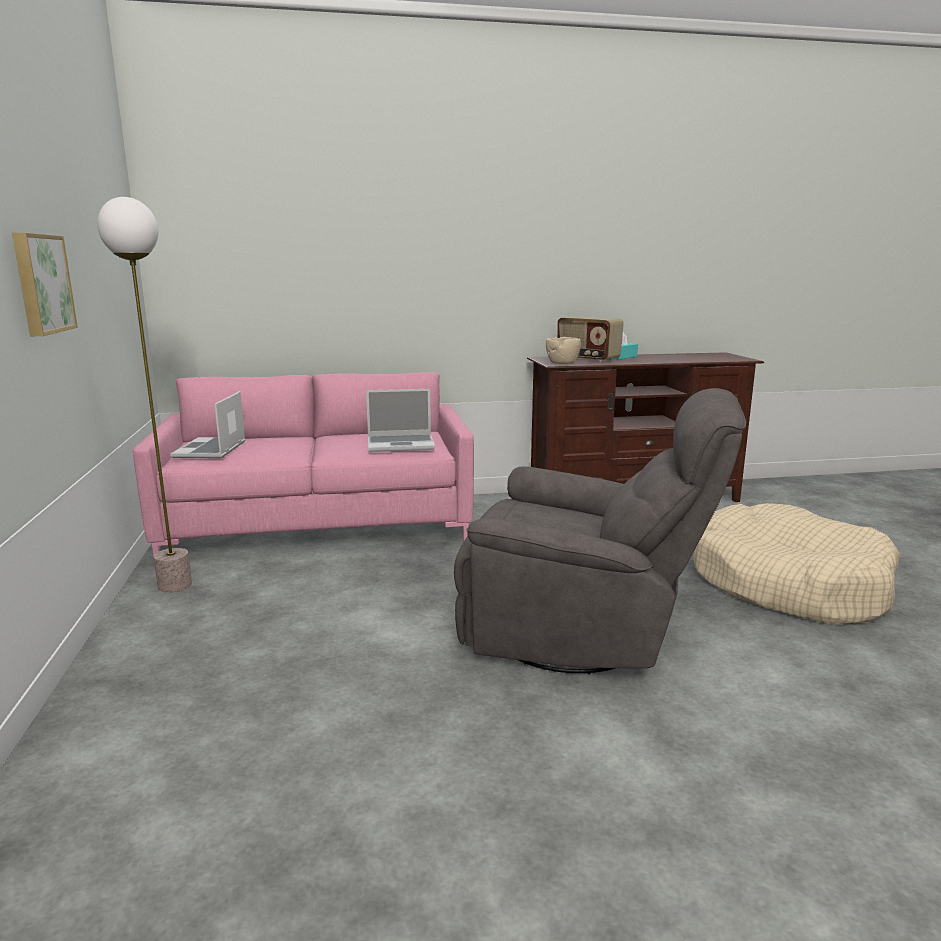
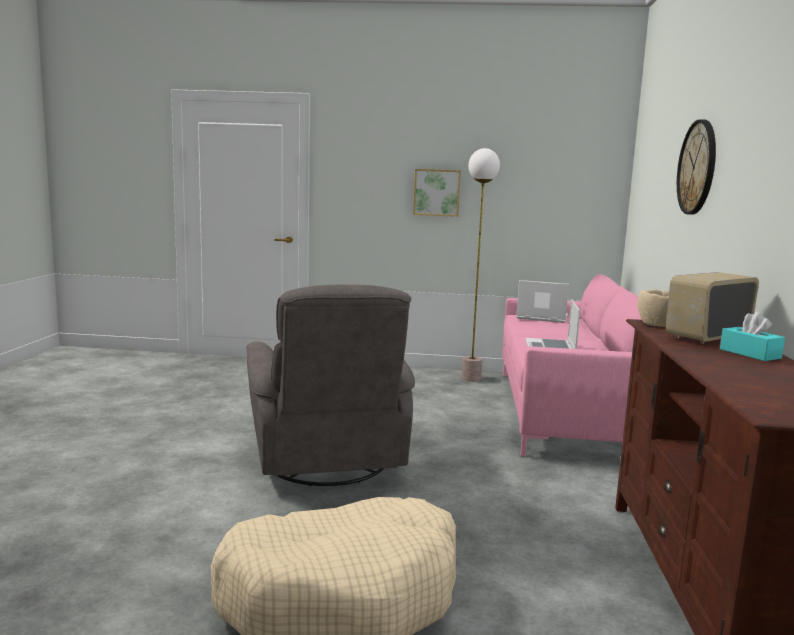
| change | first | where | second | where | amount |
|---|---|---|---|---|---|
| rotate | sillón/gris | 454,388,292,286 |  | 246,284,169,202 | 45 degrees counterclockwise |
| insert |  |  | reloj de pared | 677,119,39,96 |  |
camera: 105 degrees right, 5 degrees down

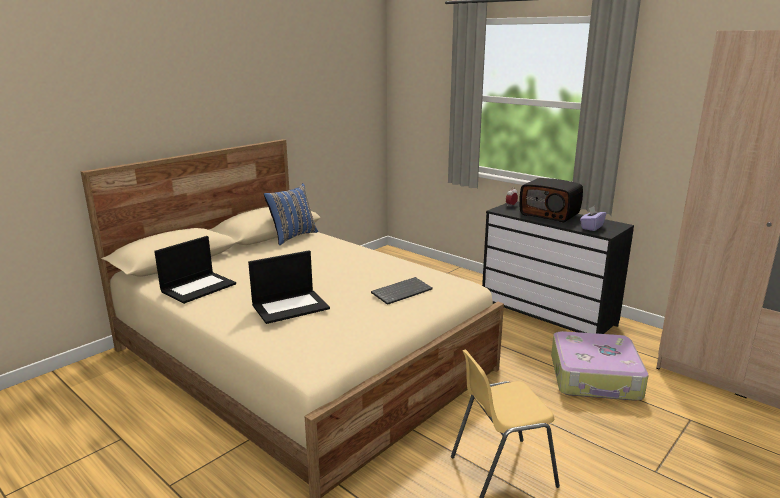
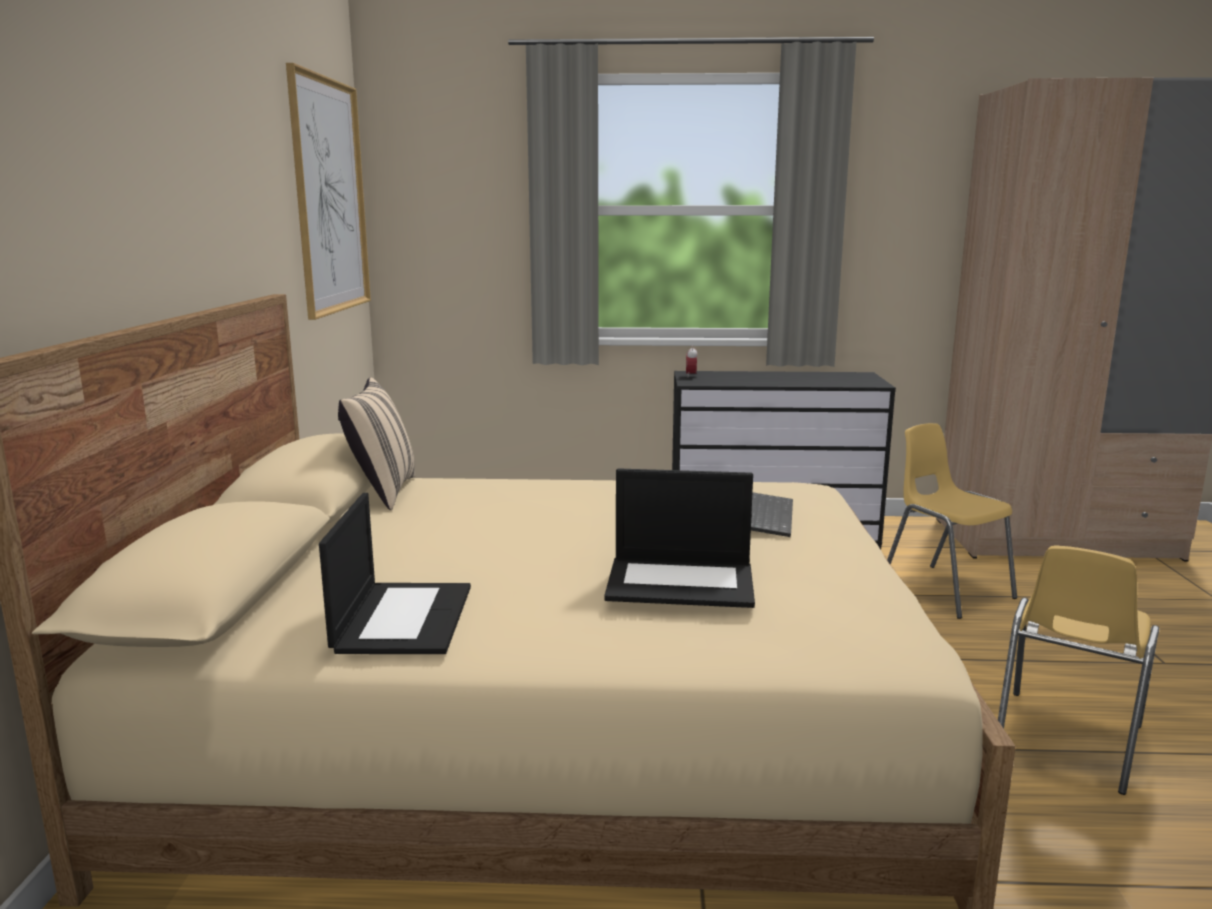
| change | first | where | second | where | amount |
|---|---|---|---|---|---|
| rotate | portátil | 248,250,82,74 |  | 604,468,151,140 | 75 degrees clockwise |
| recolor | cojín/azul | 264,183,54,62 | cojín/beis | 338,377,77,133 |  |
| delete | radio | 519,178,64,44 |  |  |  |
| replace | maleta | 551,331,97,70 | silla/amarillo | 887,423,130,196 |  |
| delete | caja de pañuelos/morado | 580,206,26,25 |  |  |  |
| insert |  |  | cuadro | 286,63,85,257 |  |
camera: 40 degrees left, 5 degrees down

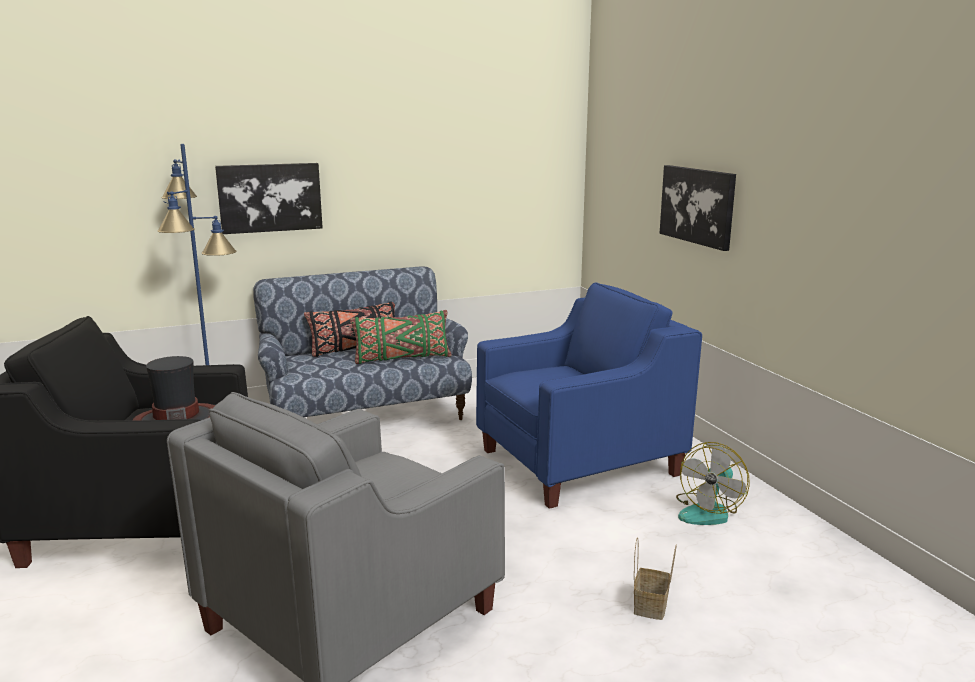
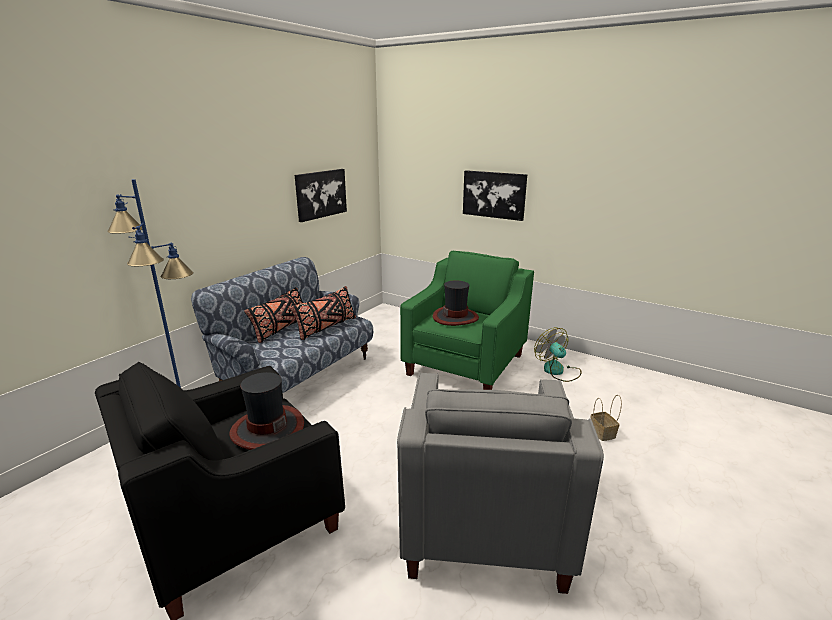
| change | first | where | second | where | amount |
|---|---|---|---|---|---|
| move | cuadro | 215,163,108,71 |  | 295,169,52,53 |  |
| recolor | cojín/verde | 350,310,102,54 | cojín/negro | 289,286,67,54 |  |
| recolor | sillón/azul | 476,283,226,226 | sillón/verde | 400,251,134,139 |  |
| rotate | ventilador | 676,442,74,83 |  | 534,328,48,54 | 150 degrees clockwise |
| insert |  |  | sombrero | 433,280,46,46 |  |
camera: 35 degrees left, 5 degrees up

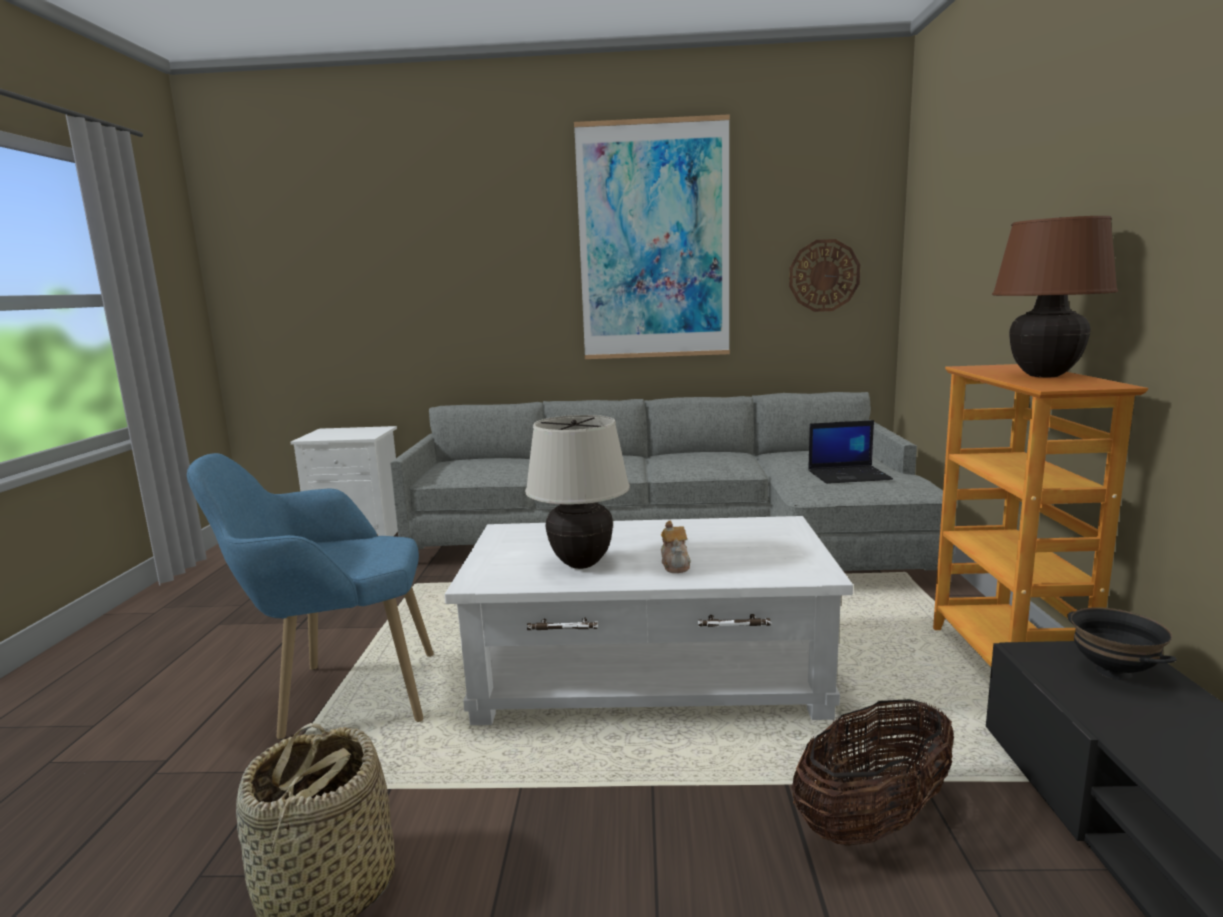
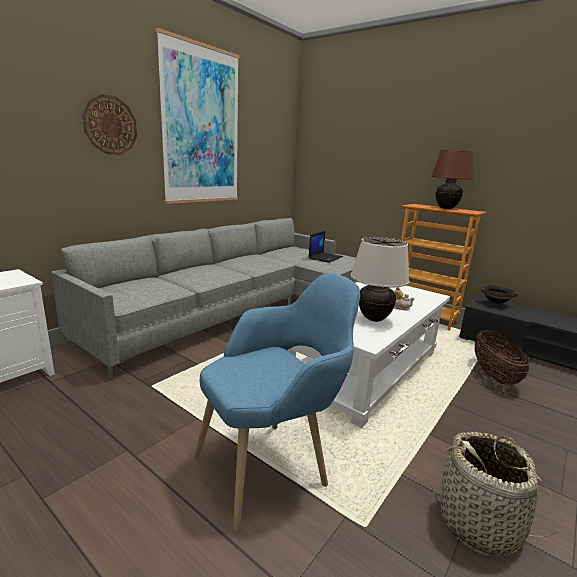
| change | first | where | second | where | amount |
|---|---|---|---|---|---|
| rotate | sillón/azul | 187,453,247,287 |  | 194,273,166,259 | 150 degrees counterclockwise |
| move | reloj de pared | 789,239,71,73 |  | 82,94,55,61 |  |
camera: 55 degrees left, 5 degrees up

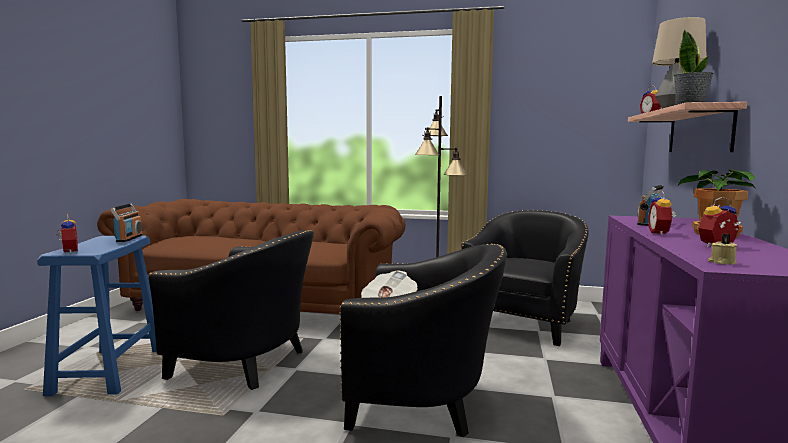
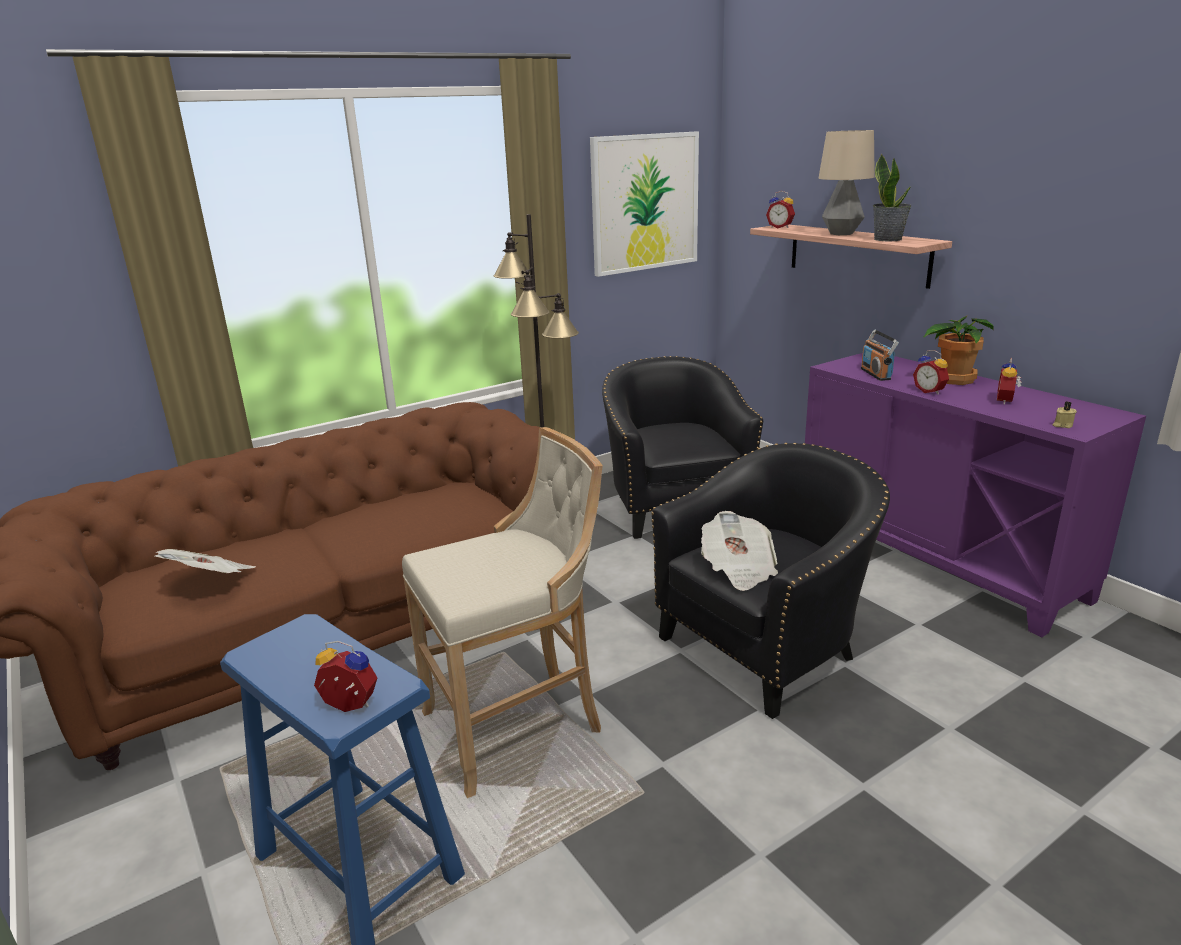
| change | first | where | second | where | amount |
|---|---|---|---|---|---|
| delete | radio | 110,204,33,38 |  |  |  |
| replace | sillón/negro | 148,230,166,160 | taburete/beis | 402,427,201,371 |  |
| insert |  |  | periódico | 155,549,101,24 |  |
| insert |  |  | cuadro | 590,131,109,146 |  |
camera: 45 degrees left, 15 degrees up

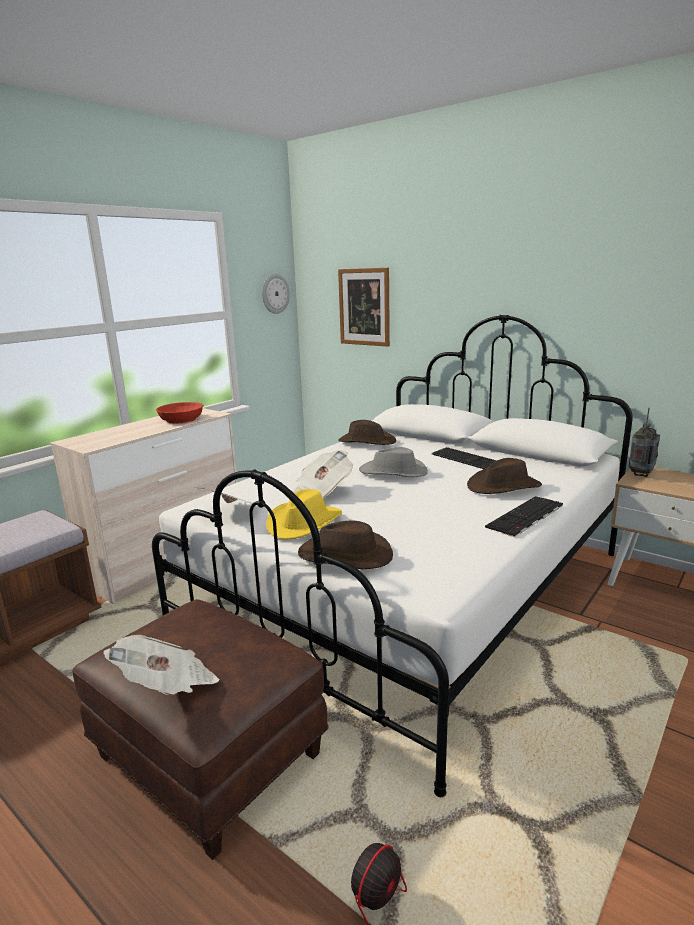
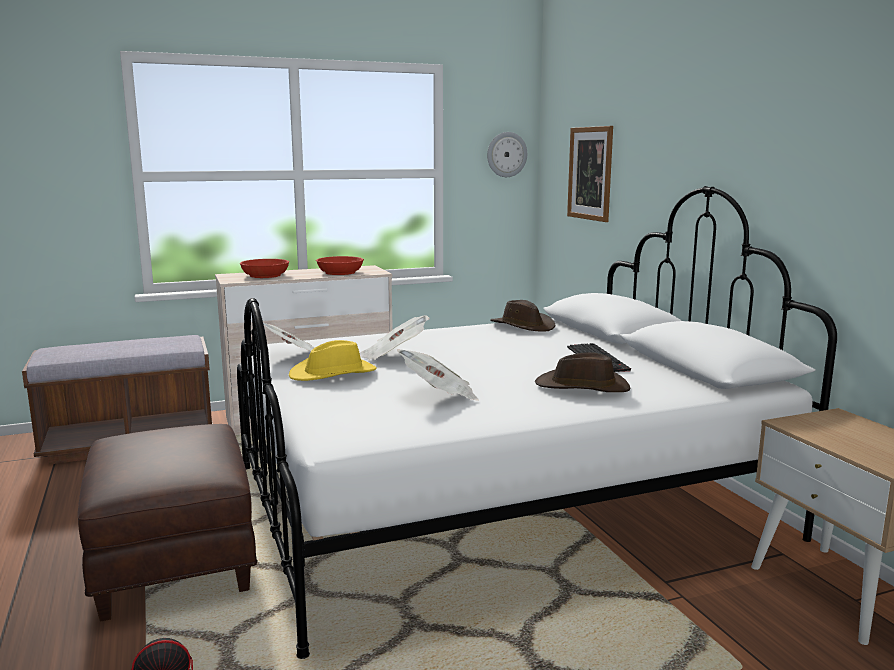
| change | first | where | second | where | amount |
|---|---|---|---|---|---|
| move | periódico | 103,635,116,60 |  | 397,349,83,52 |  |
| delete | sombrero/marrón | 298,521,95,48 |  |  |  |
| delete | sombrero/gris | 359,447,69,30 |  |  |  |
| delete | teclado | 485,496,78,41 |  |  |  |
| delete | radio | 629,408,31,69 |  |  |  |
| insert |  |  | cuenco/rojo | 239,259,51,19 |  |
camera: 30 degrees right, 5 degrees down

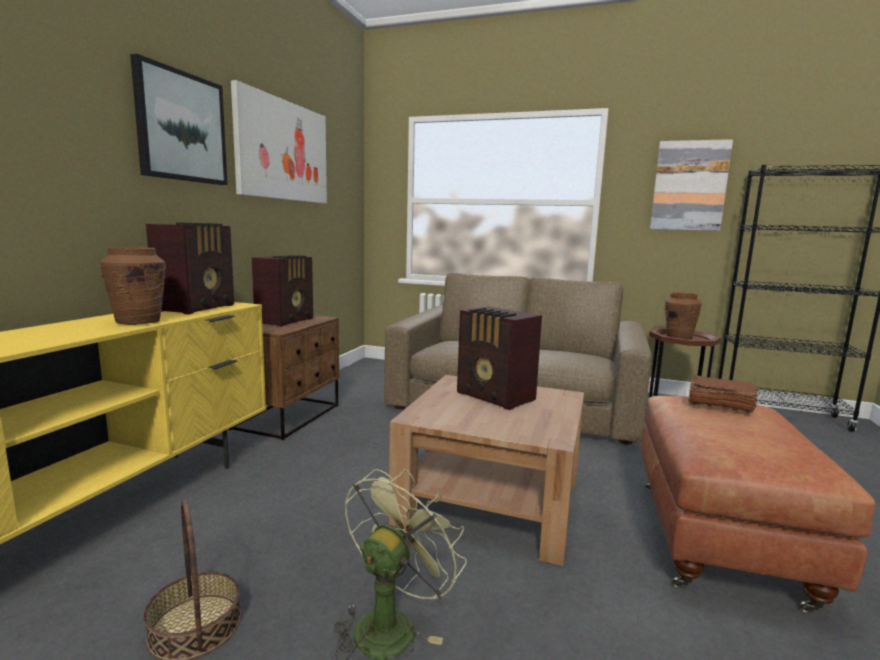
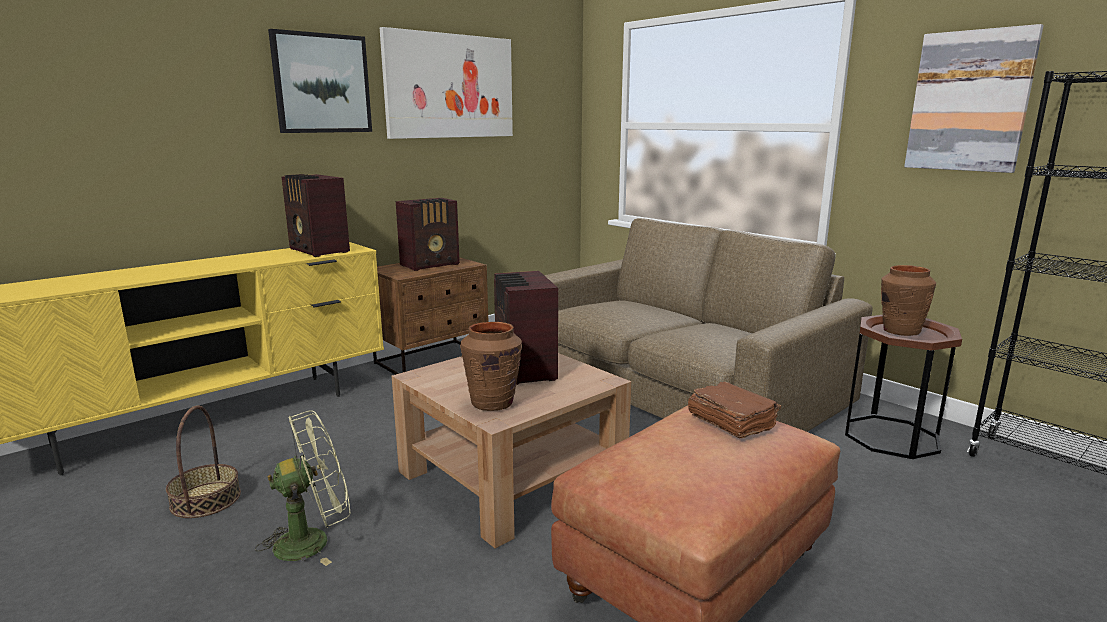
| change | first | where | second | where | amount |
|---|---|---|---|---|---|
| move | florero/marrón | 99,247,67,78 |  | 460,322,62,89 |  |
| rotate | radio | 146,222,88,92 |  | 281,174,69,83 | 90 degrees clockwise |
camera: 30 degrees right, 5 degrees up

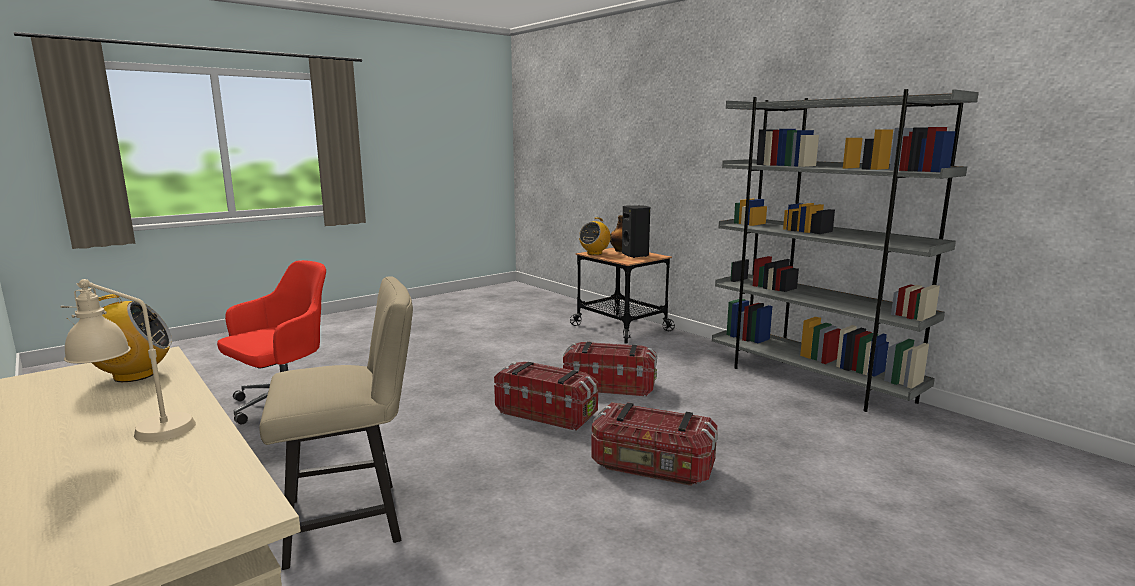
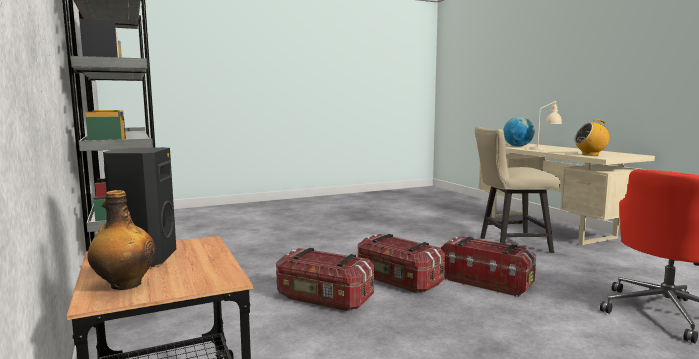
| change | first | where | second | where | amount |
|---|---|---|---|---|---|
| delete | radio | 579,217,32,38 |  |  |  |
| move | caja de almacenaje | 591,402,127,84 |  | 441,237,95,60 |  |
| insert |  |  | globo terráqueo | 503,117,32,30 |  |
camera: 165 degrees left, 5 degrees down

